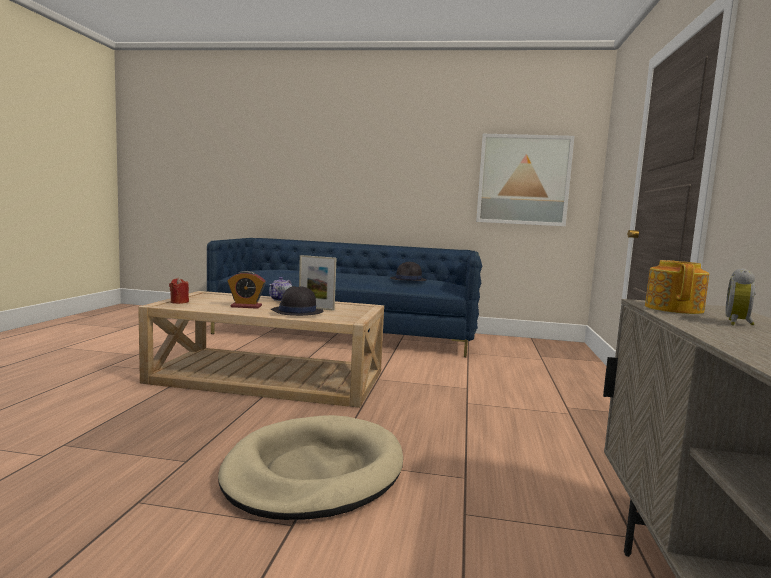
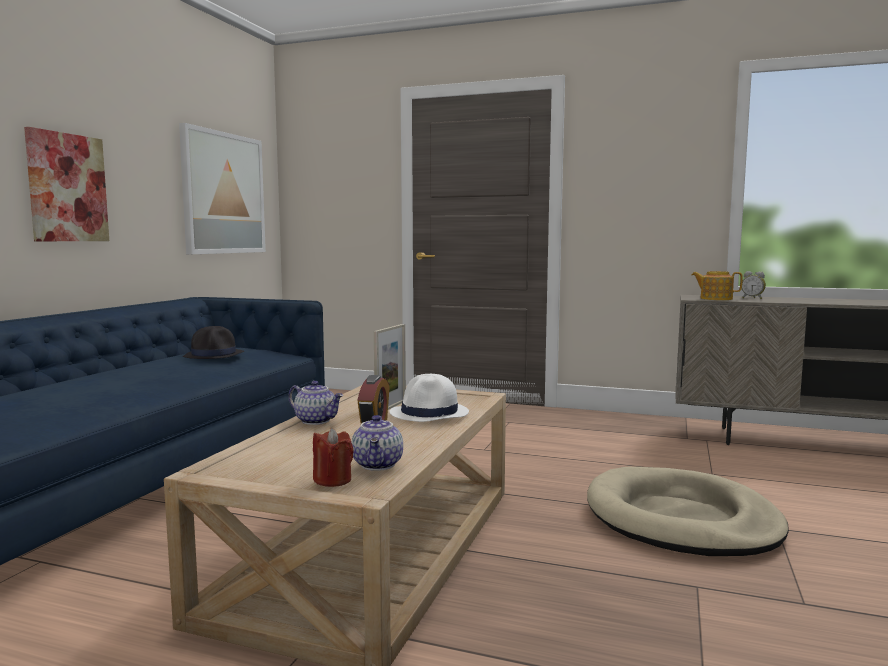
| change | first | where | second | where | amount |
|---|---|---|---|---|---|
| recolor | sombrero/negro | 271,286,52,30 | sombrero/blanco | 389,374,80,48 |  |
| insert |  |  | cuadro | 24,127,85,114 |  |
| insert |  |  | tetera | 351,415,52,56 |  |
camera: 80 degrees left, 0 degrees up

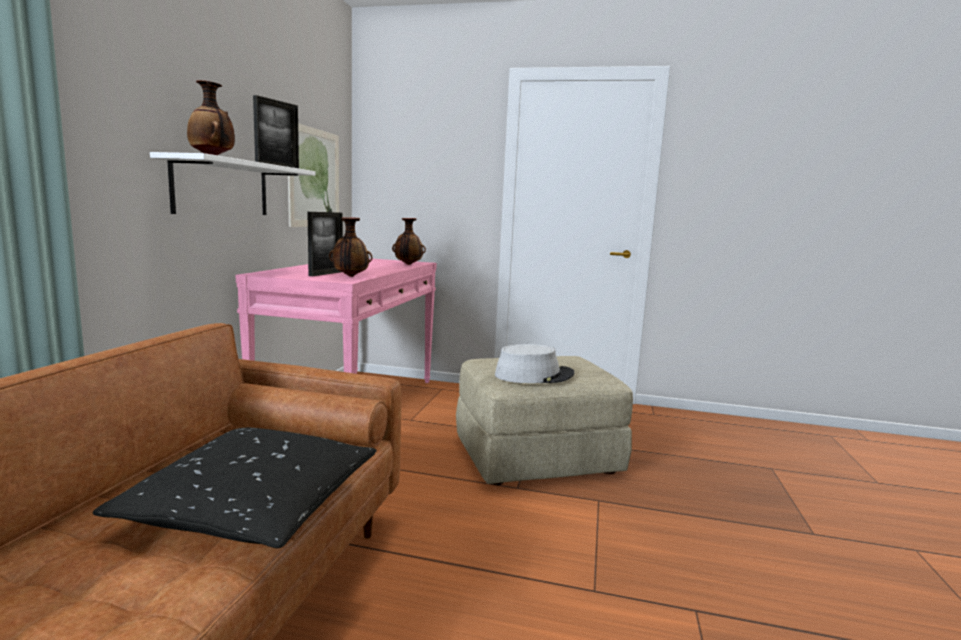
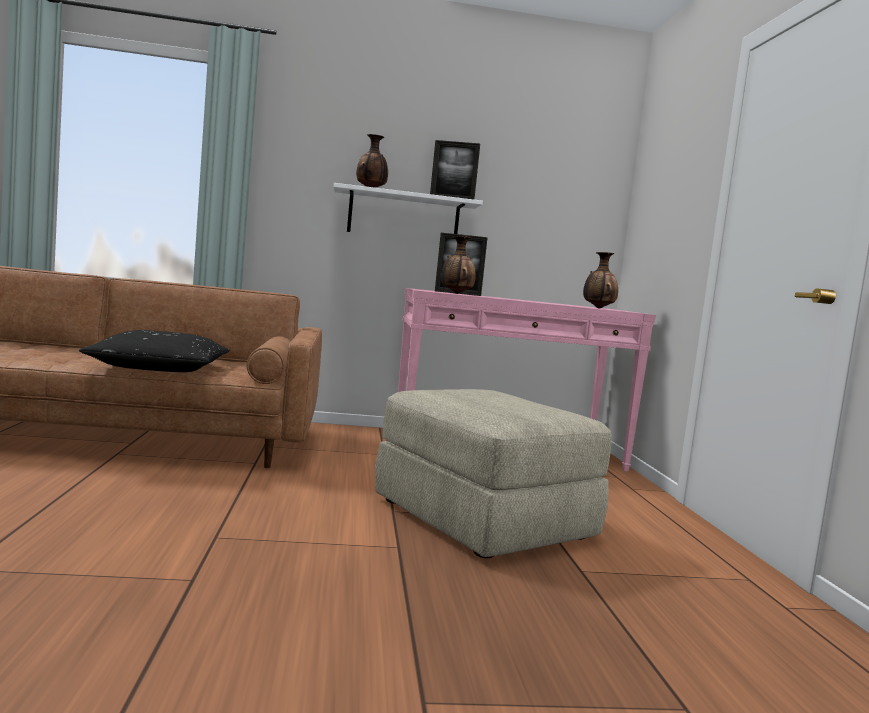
| change | first | where | second | where | amount |
|---|---|---|---|---|---|
| delete | cuadro | 288,123,51,104 |  |  |  |
| delete | sombrero/gris | 495,344,79,39 |  |  |  |
camera: 70 degrees right, 5 degrees down

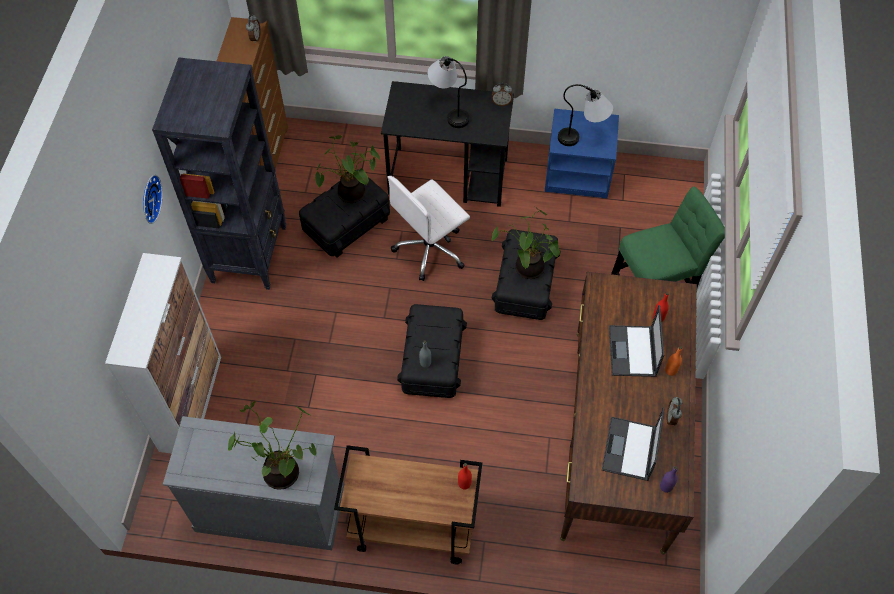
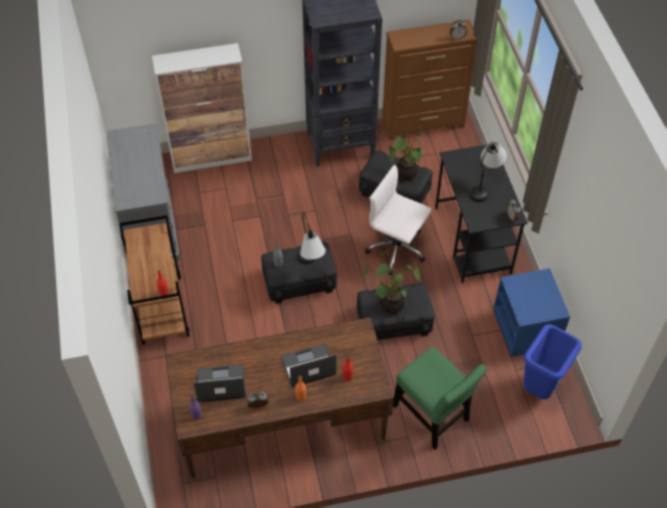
| change | first | where | second | where | amount |
|---|---|---|---|---|---|
| delete | reloj de pared | 143,175,20,49 |  |  |  |
| delete | planta en maceta | 228,401,88,89 |  |  |  |
| move | lámpara de mesa | 558,84,55,62 |  | 298,212,28,52 |  |
| insert |  |  | papelera/azul | 523,324,59,75 |  |
camera: 70 degrees right, 5 degrees down

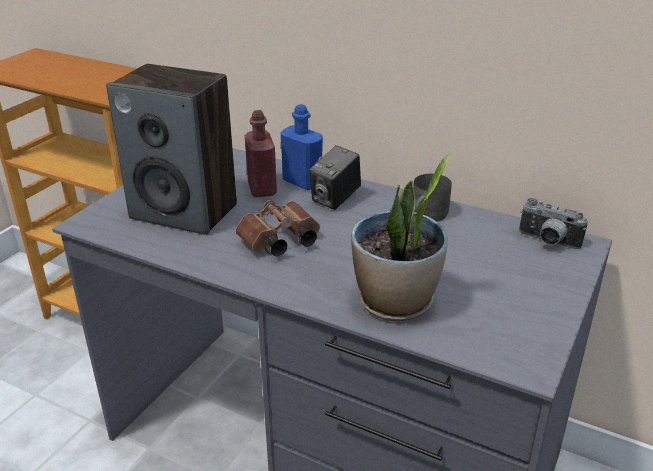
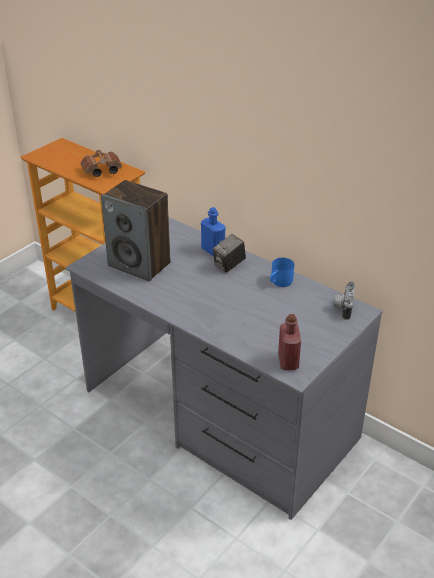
| change | first | where | second | where | amount |
|---|---|---|---|---|---|
| move | prismáticos/marrón | 236,200,84,56 |  | 80,150,42,27 |  |
| move | botella/rojo | 245,110,32,87 |  | 278,314,23,56 |  |
| delete | planta en maceta | 351,153,102,168 |  |  |  |
| recolor | taza grande/gris | 413,174,39,47 | taza grande/azul | 270,258,24,29 |  |
| rotate | cámara | 519,198,69,51 |  | 333,281,22,39 | 60 degrees clockwise |
camera: 10 degrees right, 5 degrees up

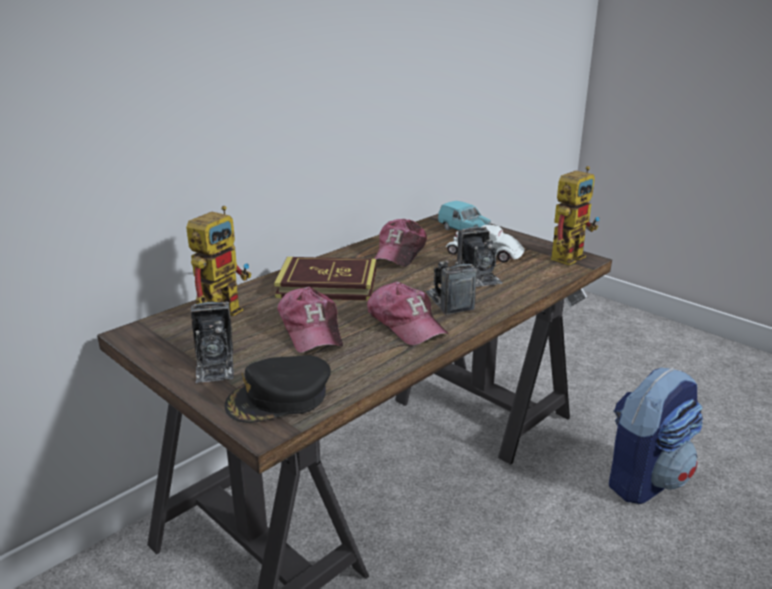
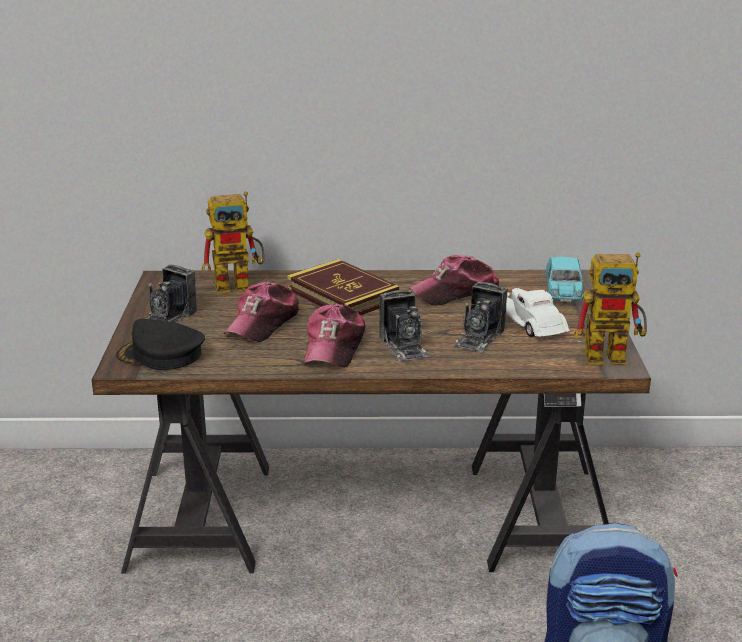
| change | first | where | second | where | amount |
|---|---|---|---|---|---|
| rotate | cámara | 426,259,51,56 |  | 379,290,51,71 | 135 degrees clockwise |
camera: 45 degrees right, 0 degrees up

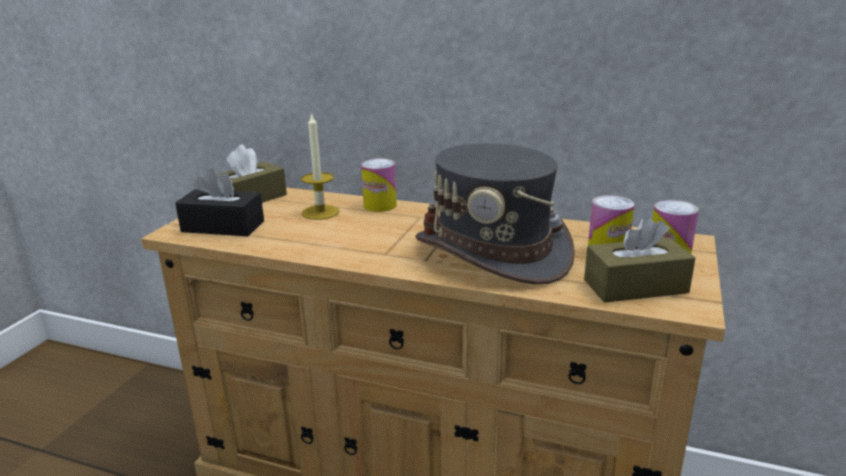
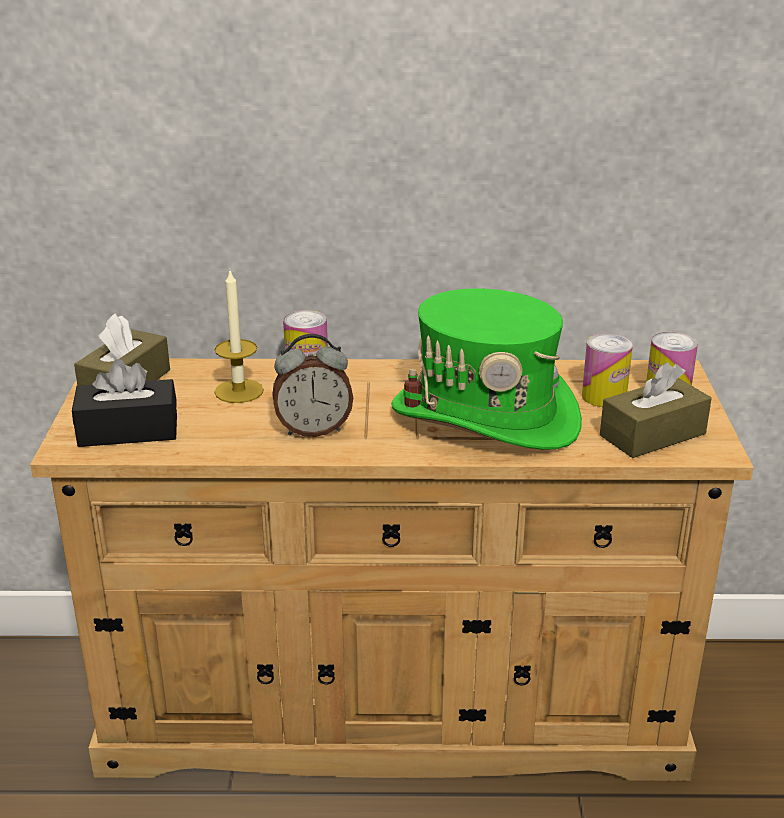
| change | first | where | second | where | amount |
|---|---|---|---|---|---|
| recolor | sombrero/gris | 415,143,160,141 | sombrero/verde | 391,288,191,162 |  |
| insert |  |  | despertador | 272,334,81,103 |  |
camera: 20 degrees left, 5 degrees up

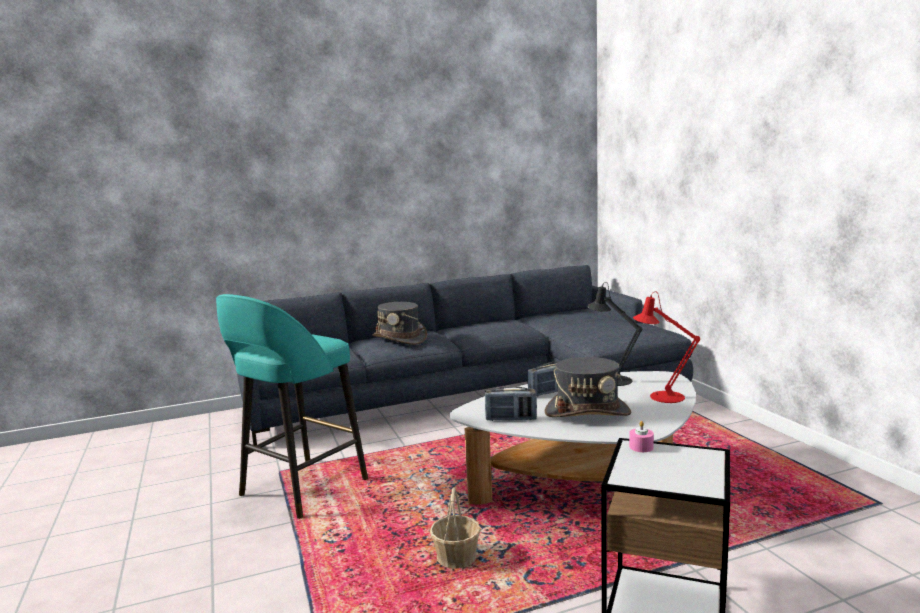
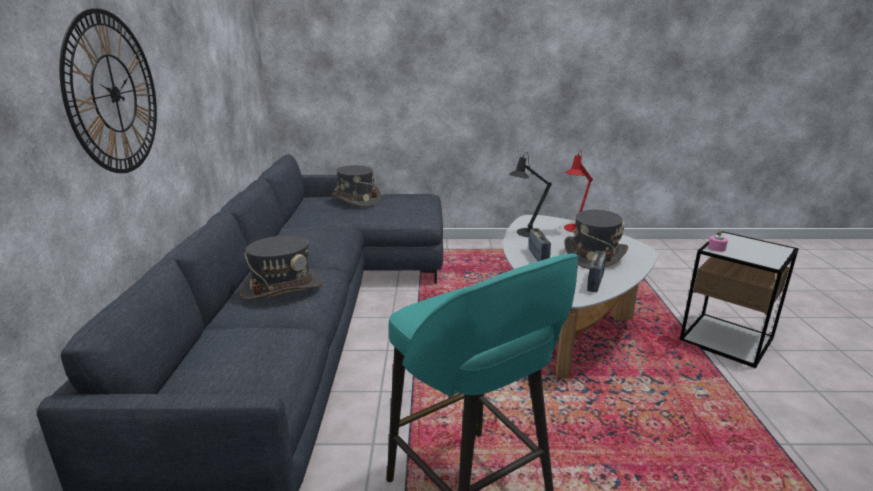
| change | first | where | second | where | amount |
|---|---|---|---|---|---|
| delete | cesta | 430,488,51,81 |  |  |  |
| insert |  |  | reloj de pared | 59,8,98,165 |  |
| insert |  |  | sombrero/gris | 331,165,50,42 |  |
camera: 70 degrees left, 10 degrees up

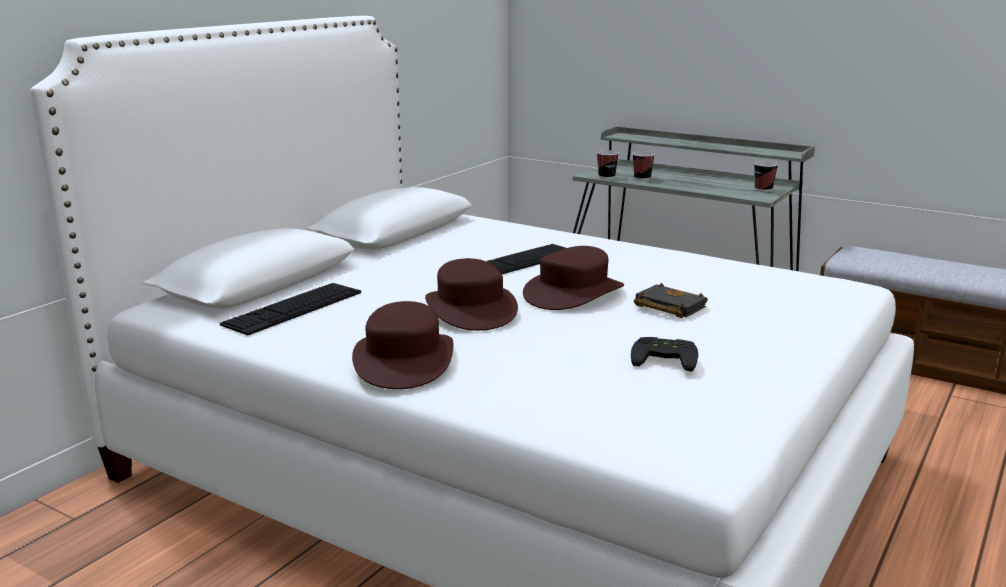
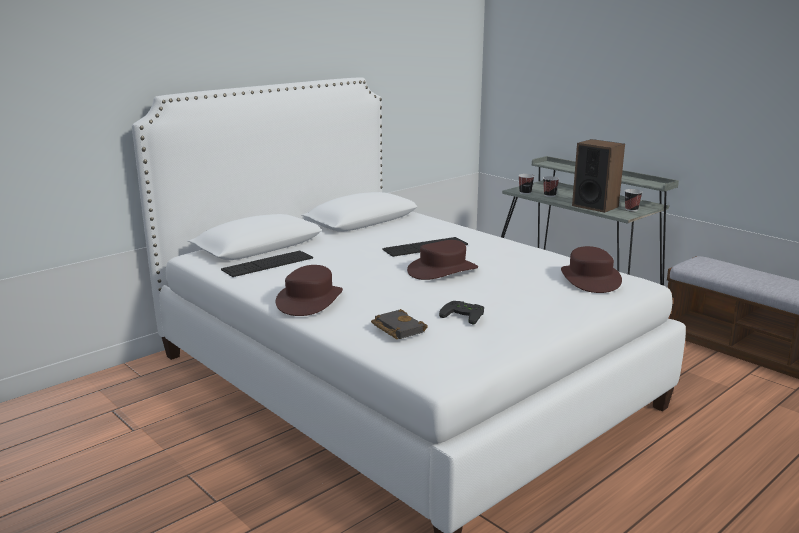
| change | first | where | second | where | amount |
|---|---|---|---|---|---|
| move | sombrero/marrón | 425,258,93,73 |  | 561,246,61,47 |  |
| move | libro/negro | 634,283,74,35 |  | 371,309,57,30 |  |
| insert |  |  | altavoz | 572,139,53,74 |  |
camera: 15 degrees right, 0 degrees up

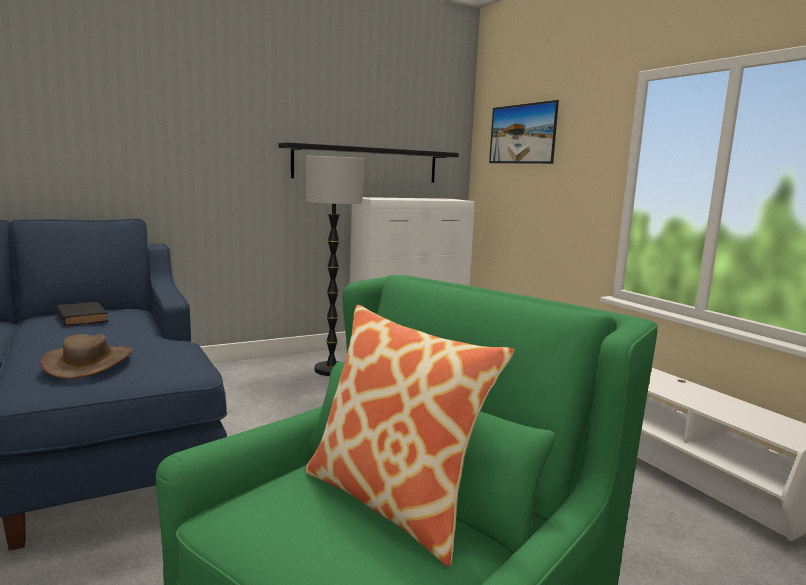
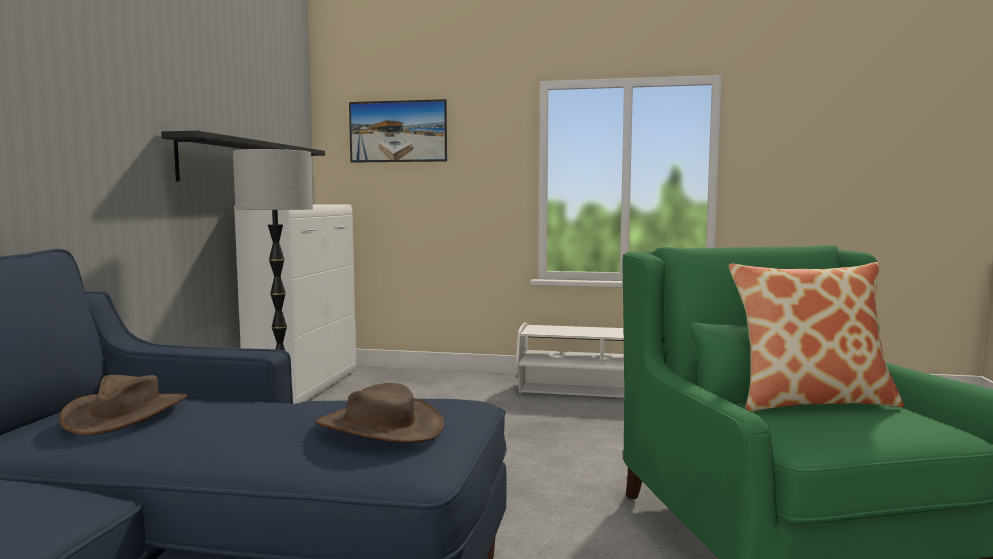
| change | first | where | second | where | amount |
|---|---|---|---|---|---|
| replace | libro/negro | 56,302,52,24 | sombrero/marrón | 59,375,128,60 |  |
camera: 50 degrees left, 5 degrees down

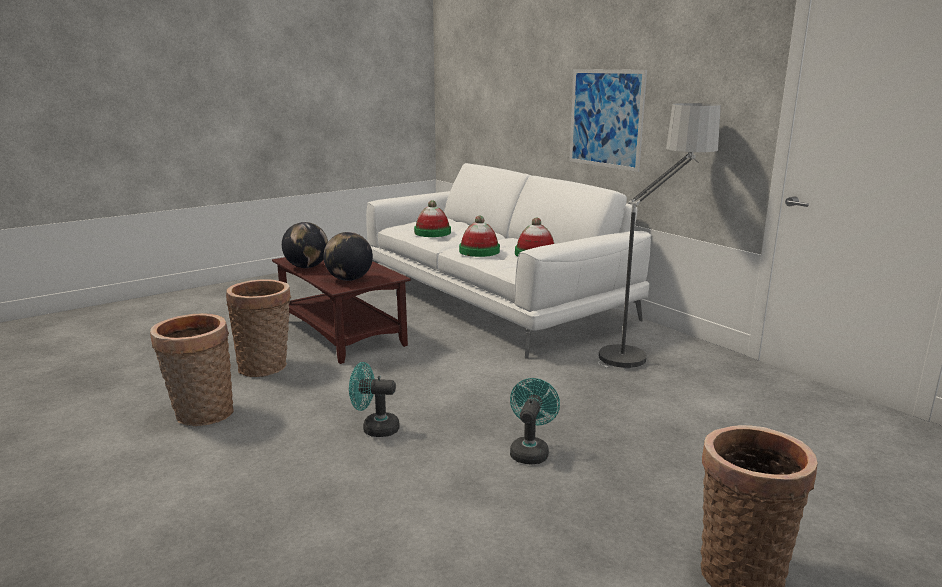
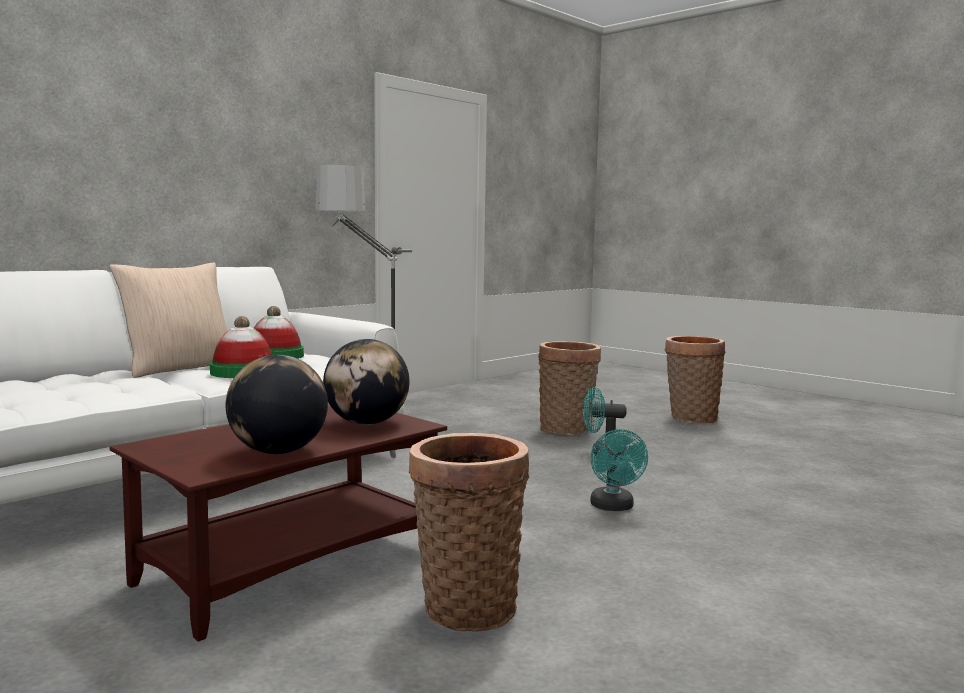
| change | first | where | second | where | amount |
|---|---|---|---|---|---|
| move | cesta | 150,313,84,113 |  | 538,341,63,94 |  |
| delete | sombrero | 414,200,37,37 |  |  |  |
| delete | cuadro | 569,69,78,103 |  |  |  |
| insert |  |  | cojín/beis | 109,263,118,115 |  |
camera: 100 degrees left, 10 degrees down

